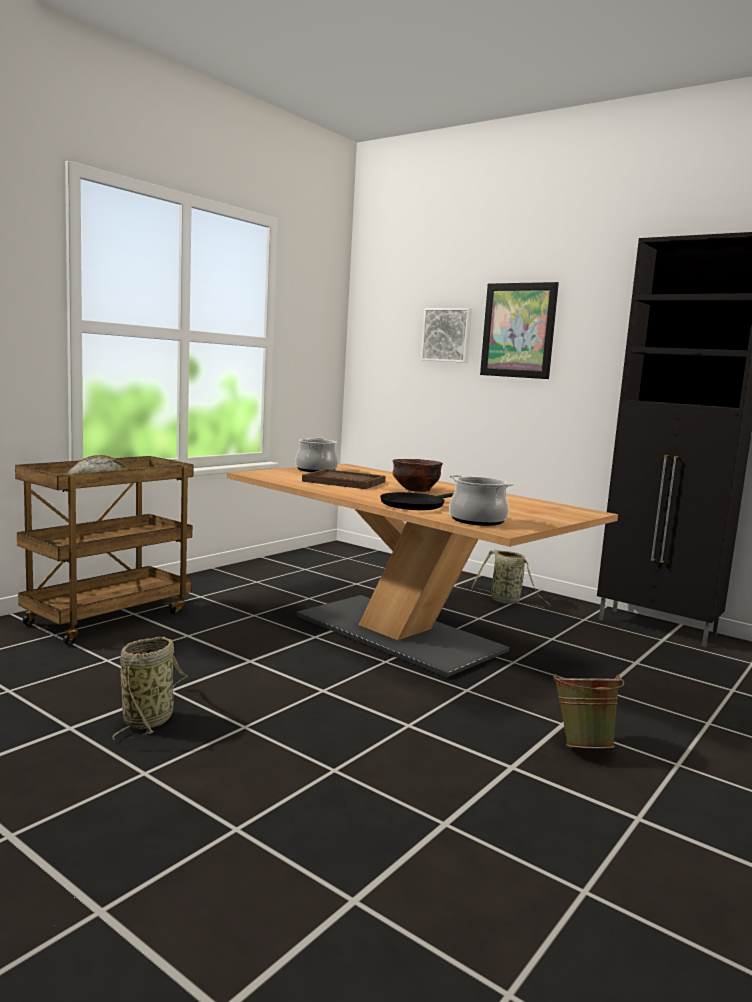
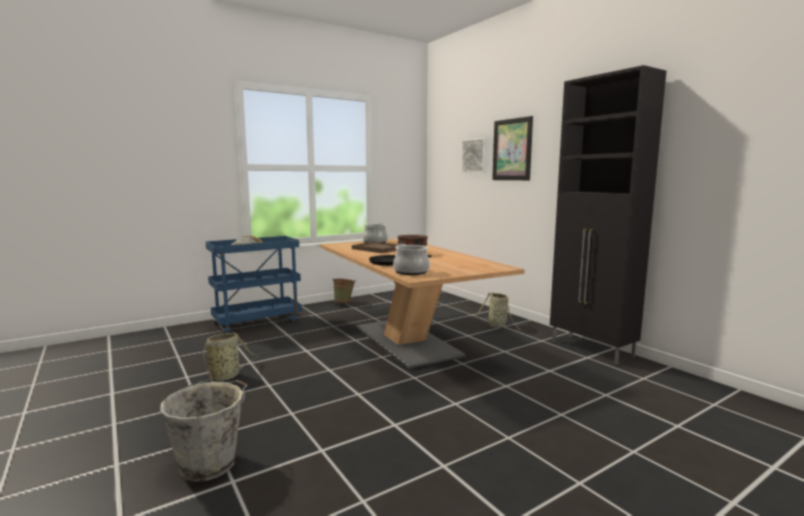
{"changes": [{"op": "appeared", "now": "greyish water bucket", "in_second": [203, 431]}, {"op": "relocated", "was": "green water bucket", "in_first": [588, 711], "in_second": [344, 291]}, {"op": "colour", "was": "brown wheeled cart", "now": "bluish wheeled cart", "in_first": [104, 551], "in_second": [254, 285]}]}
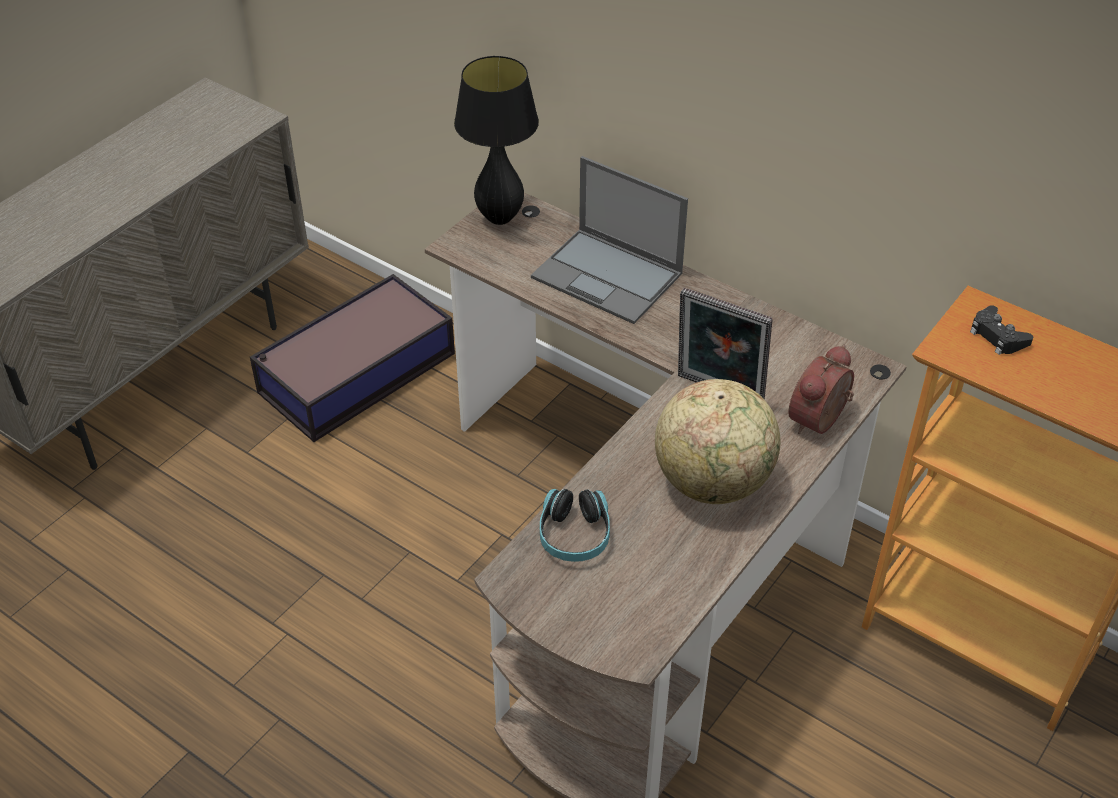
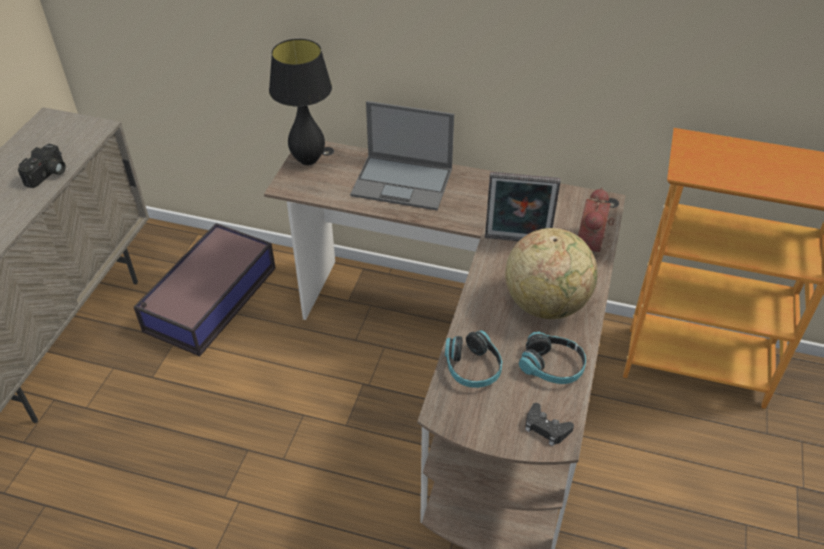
{"changes": [{"op": "appeared", "now": "photo camera", "in_second": [42, 166]}, {"op": "appeared", "now": "pair of headphones", "in_second": [552, 358]}, {"op": "relocated", "was": "blackish gamepad", "in_first": [1001, 330], "in_second": [549, 424]}]}
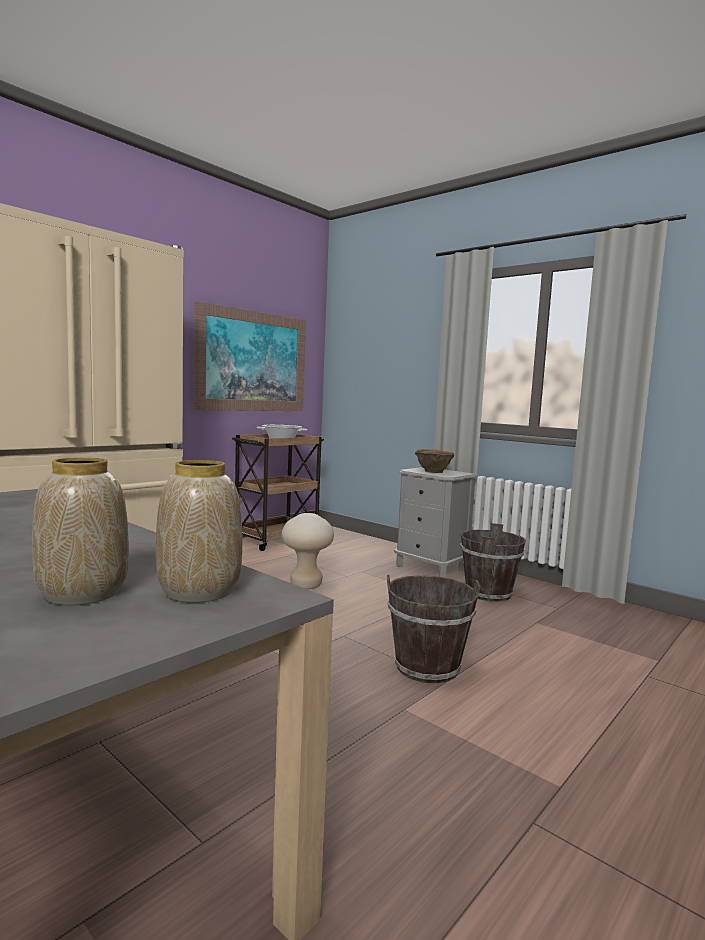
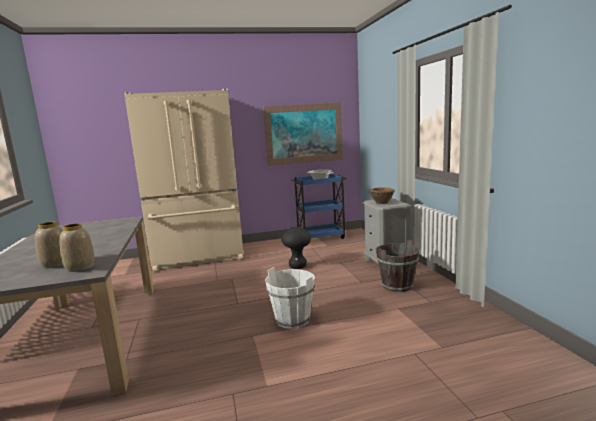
{"changes": [{"op": "colour", "was": "brown wheeled cart", "now": "bluish wheeled cart", "in_first": [278, 492], "in_second": [318, 206]}, {"op": "colour", "was": "sand-coloured stool", "now": "blackish stool", "in_first": [308, 551], "in_second": [296, 248]}, {"op": "colour", "was": "brown water bucket", "now": "white water bucket", "in_first": [434, 629], "in_second": [290, 298]}]}
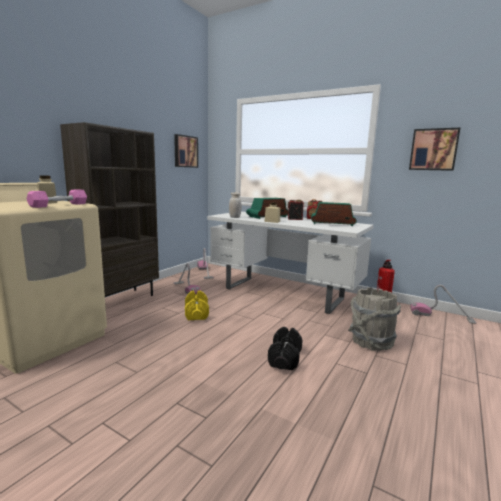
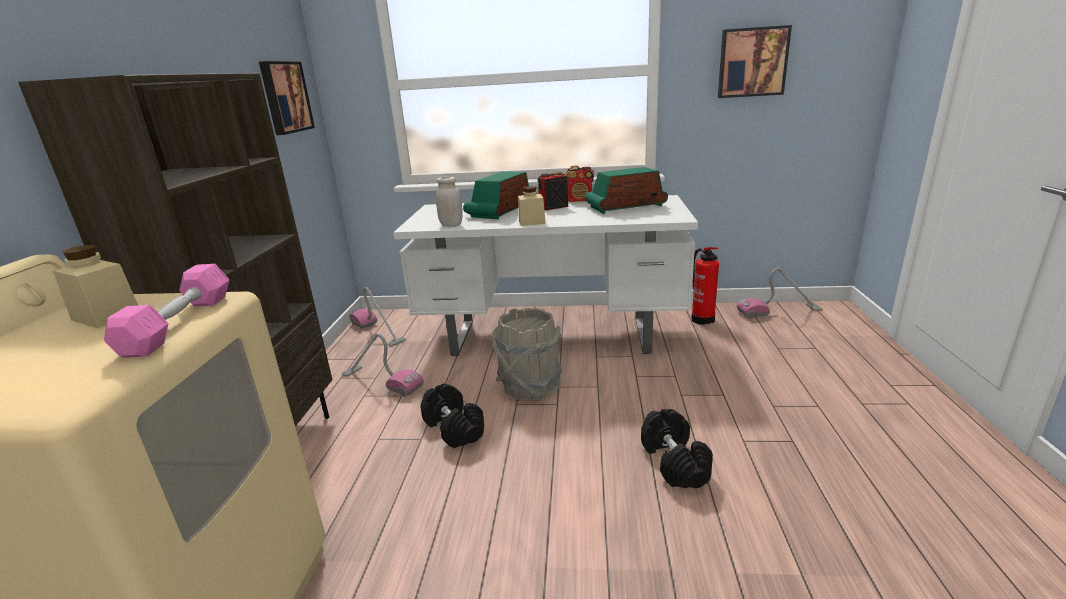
{"changes": [{"op": "relocated", "was": "greyish water bucket", "in_first": [374, 319], "in_second": [527, 354]}, {"op": "colour", "was": "yellow hand weight", "now": "blackish hand weight", "in_first": [197, 305], "in_second": [452, 415]}]}
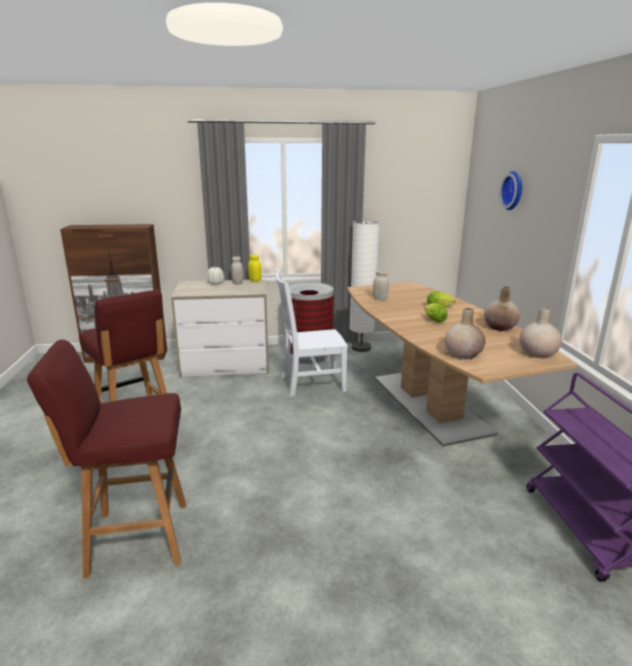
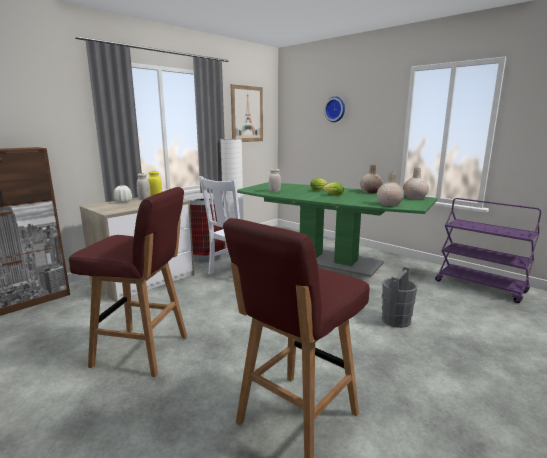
{"changes": [{"op": "appeared", "now": "wall picture", "in_second": [247, 113]}, {"op": "appeared", "now": "greyish water bucket", "in_second": [400, 297]}, {"op": "colour", "was": "brown dinner table", "now": "green dinner table", "in_first": [462, 364], "in_second": [337, 230]}]}
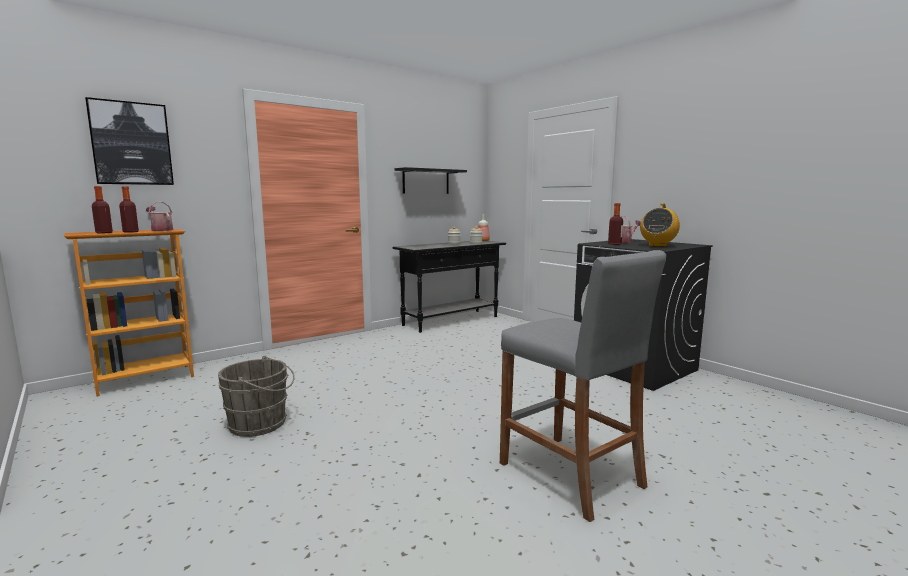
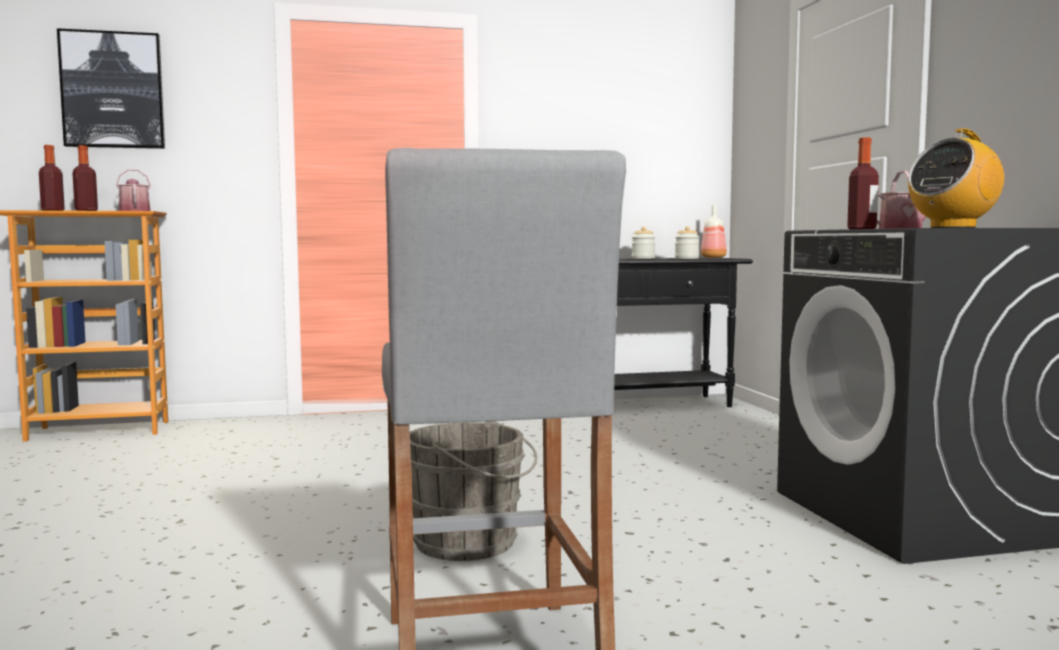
{"changes": [{"op": "missing", "was": "blackish shelf", "in_first": [431, 180]}, {"op": "relocated", "was": "greyish water bucket", "in_first": [256, 396], "in_second": [473, 491]}]}
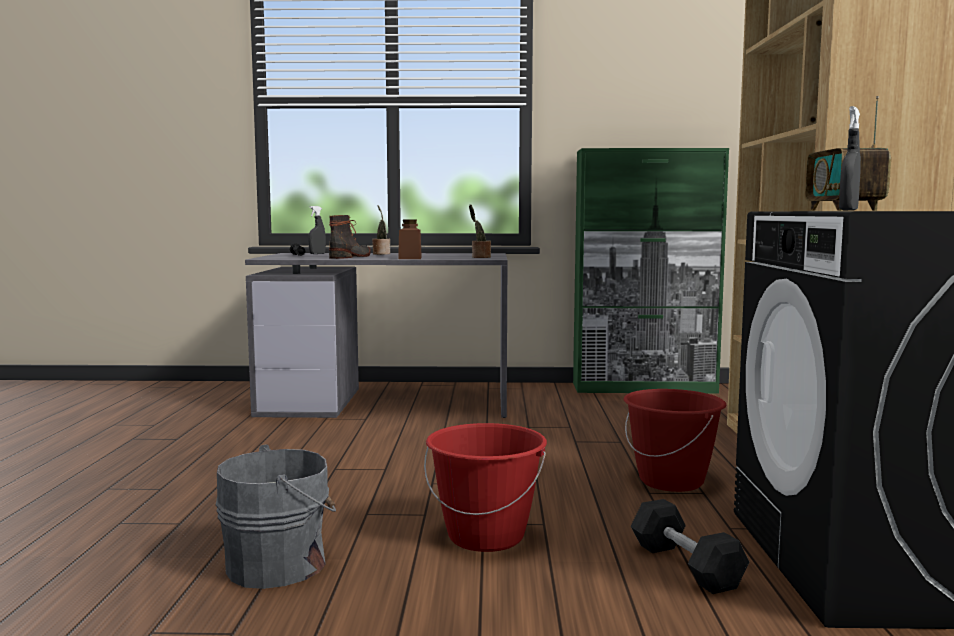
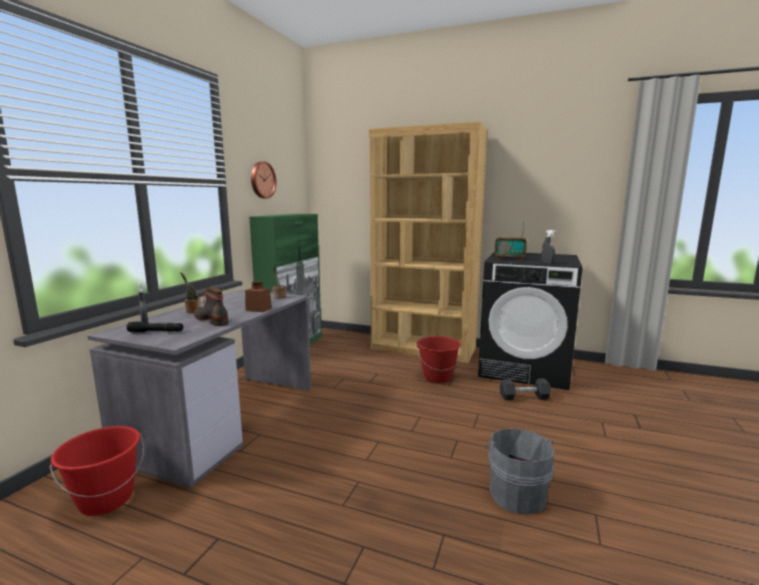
{"changes": [{"op": "appeared", "now": "hanging clock", "in_second": [263, 180]}, {"op": "relocated", "was": "reddish water bucket", "in_first": [485, 487], "in_second": [97, 471]}]}
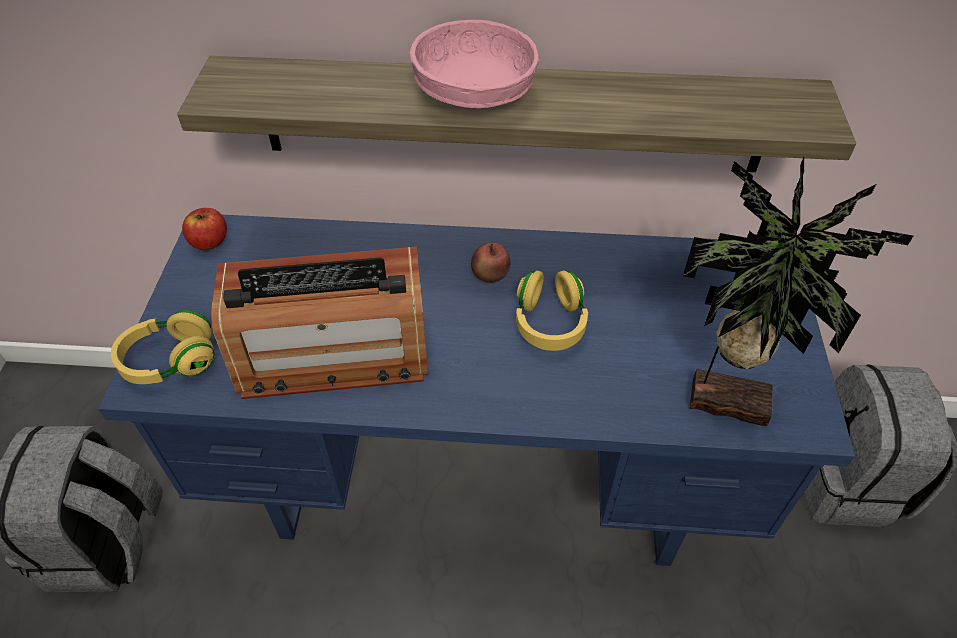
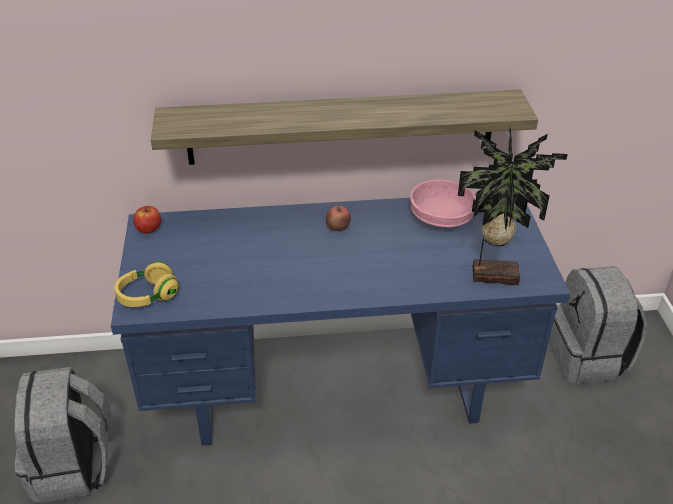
{"changes": [{"op": "missing", "was": "radio receiver", "in_first": [319, 323]}, {"op": "missing", "was": "yellow pair of headphones", "in_first": [552, 311]}, {"op": "relocated", "was": "pink deep dish", "in_first": [474, 64], "in_second": [443, 203]}]}
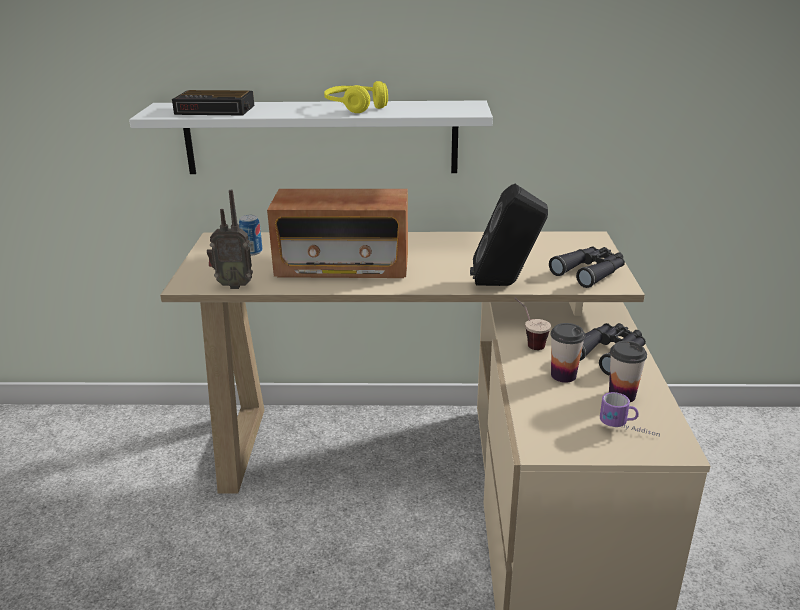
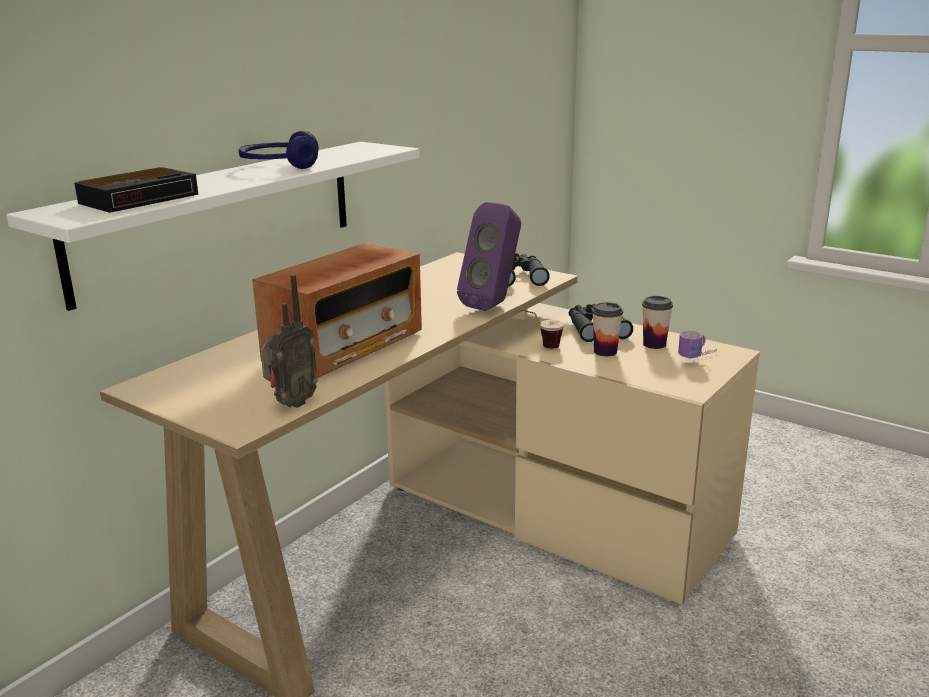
{"changes": [{"op": "missing", "was": "can", "in_first": [251, 235]}, {"op": "colour", "was": "yellow pair of headphones", "now": "bluish pair of headphones", "in_first": [356, 97], "in_second": [279, 150]}, {"op": "colour", "was": "blackish audio speaker", "now": "purplish audio speaker", "in_first": [509, 235], "in_second": [489, 256]}]}
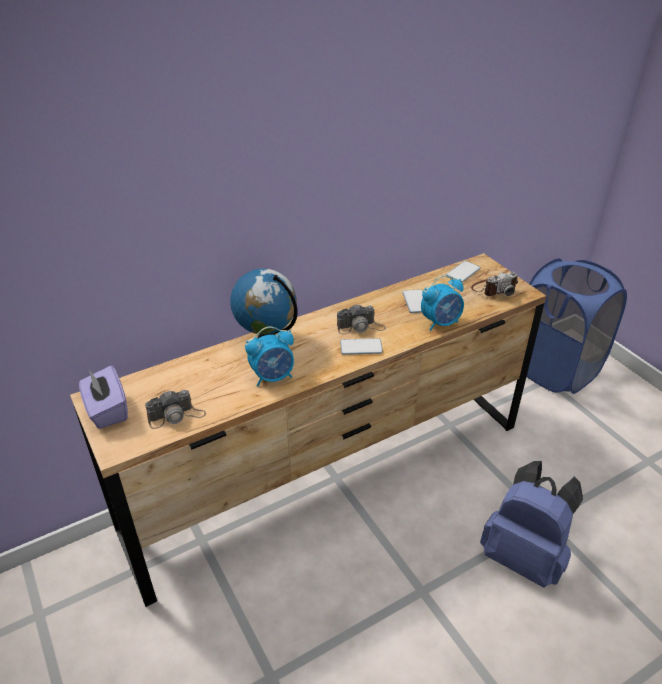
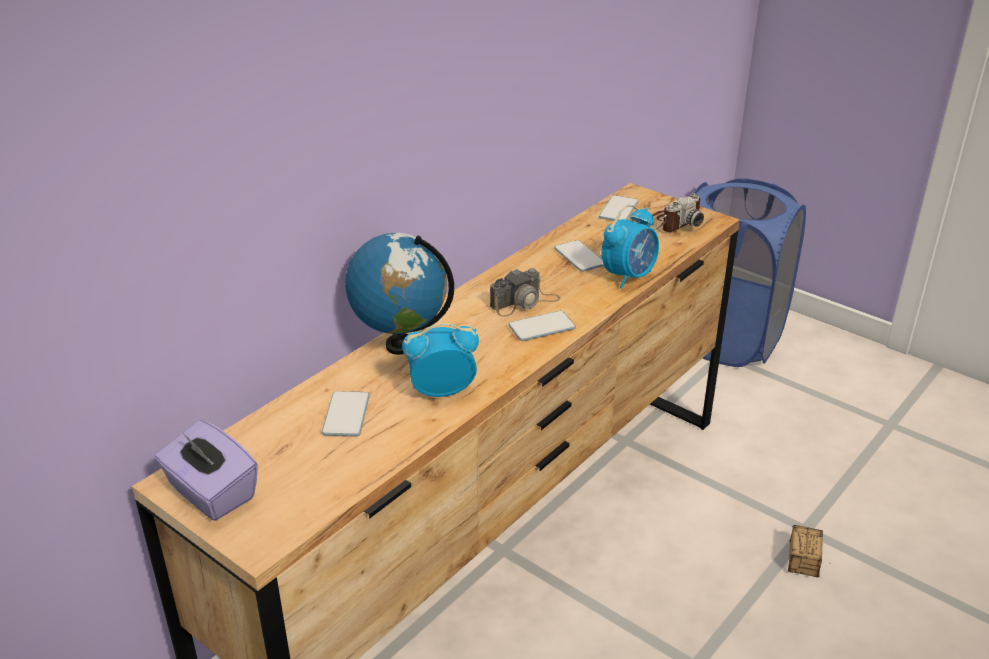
{"changes": [{"op": "missing", "was": "photo camera", "in_first": [175, 409]}, {"op": "appeared", "now": "telephone", "in_second": [346, 414]}, {"op": "exchanged", "was": "bluish backpack", "now": "storage container", "in_first": [531, 524], "in_second": [809, 551]}, {"op": "spun", "was": "alarm clock", "in_first": [269, 357], "in_second": [440, 359], "clockwise": -150}]}
